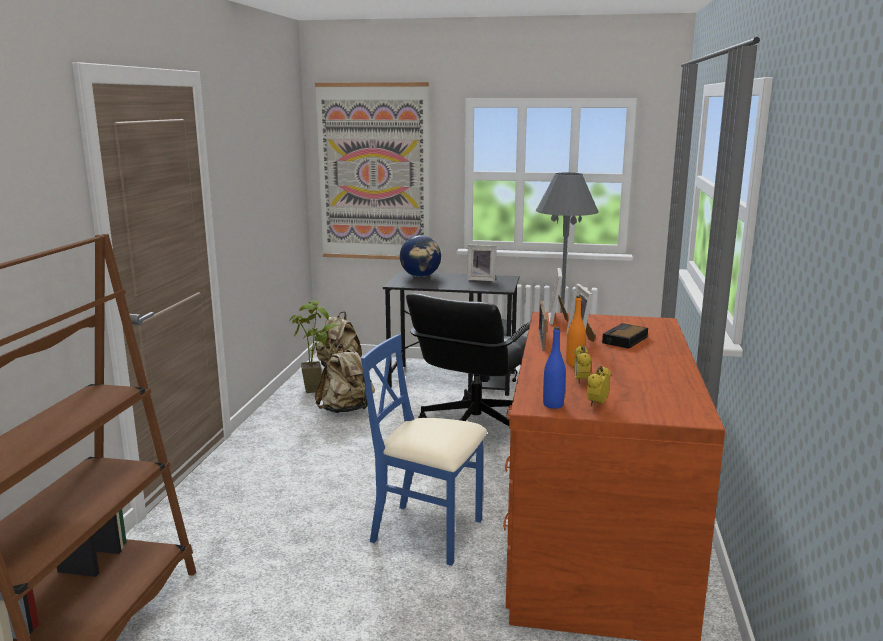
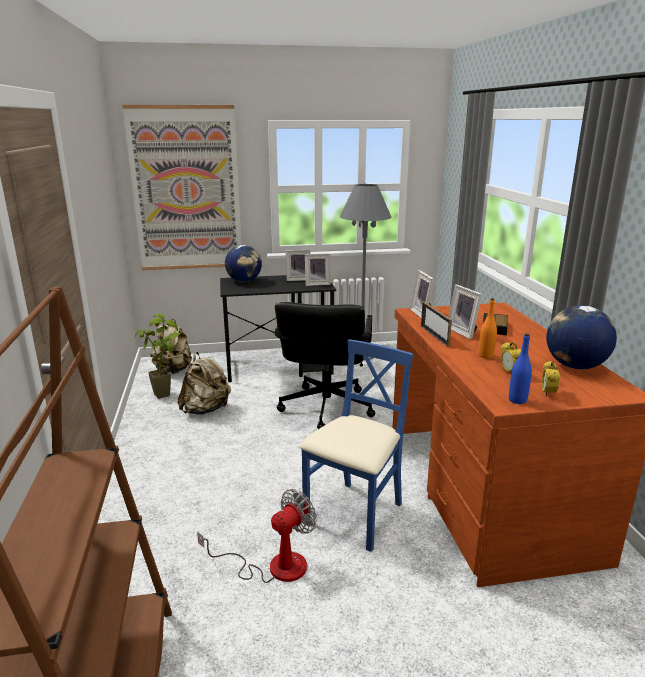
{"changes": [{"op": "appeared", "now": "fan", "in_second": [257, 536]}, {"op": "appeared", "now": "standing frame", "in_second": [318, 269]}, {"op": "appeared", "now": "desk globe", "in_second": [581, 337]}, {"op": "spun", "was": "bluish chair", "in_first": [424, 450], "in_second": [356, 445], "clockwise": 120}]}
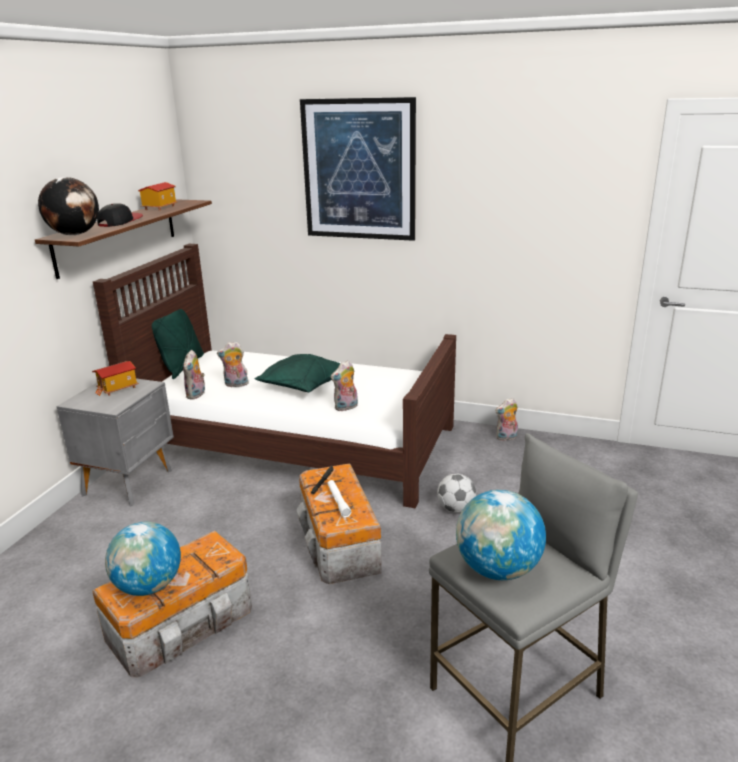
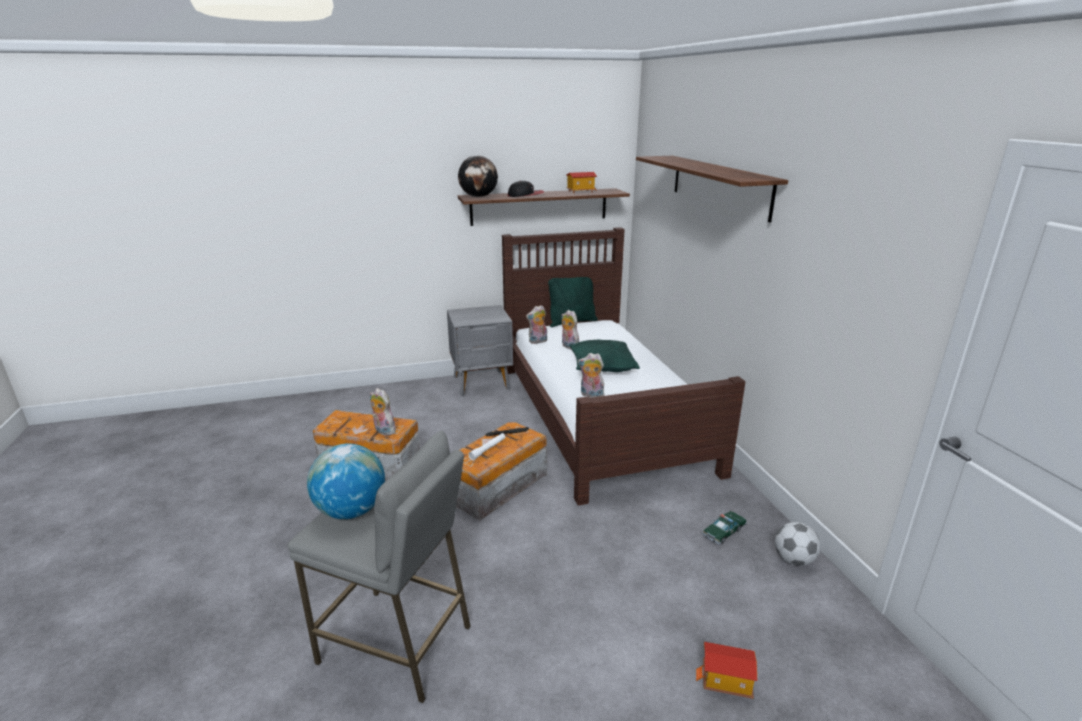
{"changes": [{"op": "missing", "was": "desk globe", "in_first": [143, 559]}, {"op": "appeared", "now": "miniature car", "in_second": [724, 528]}, {"op": "relocated", "was": "toy house", "in_first": [115, 378], "in_second": [726, 670]}, {"op": "relocated", "was": "football", "in_first": [456, 493], "in_second": [797, 544]}, {"op": "relocated", "was": "cuddly toy", "in_first": [506, 419], "in_second": [383, 412]}, {"op": "exchanged", "was": "wall picture", "now": "shelf", "in_first": [358, 169], "in_second": [712, 189]}]}
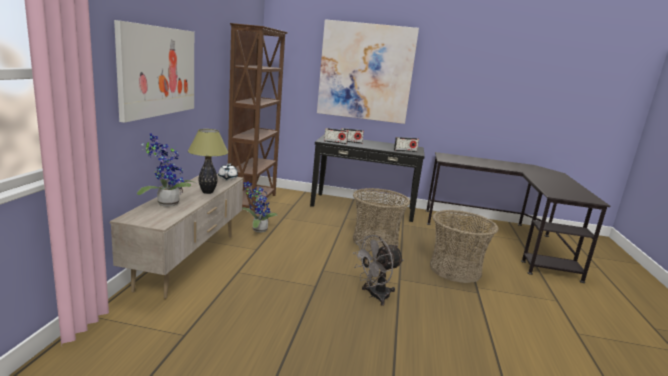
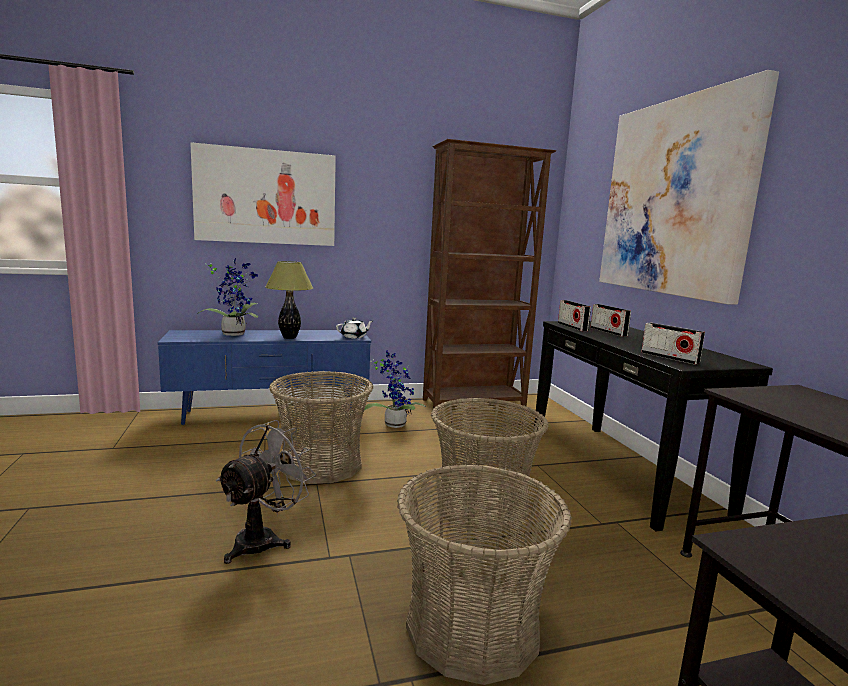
{"changes": [{"op": "appeared", "now": "storage basket", "in_second": [321, 427]}, {"op": "colour", "was": "sand-coloured media console", "now": "bluish media console", "in_first": [177, 236], "in_second": [264, 377]}, {"op": "spun", "was": "greyish fan", "in_first": [378, 270], "in_second": [266, 492], "clockwise": 90}]}
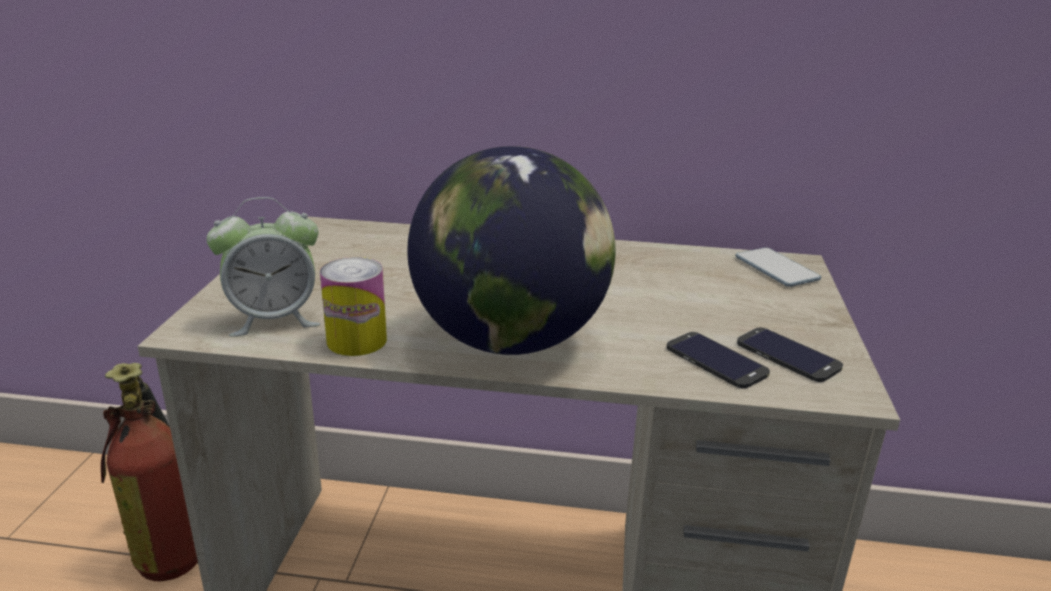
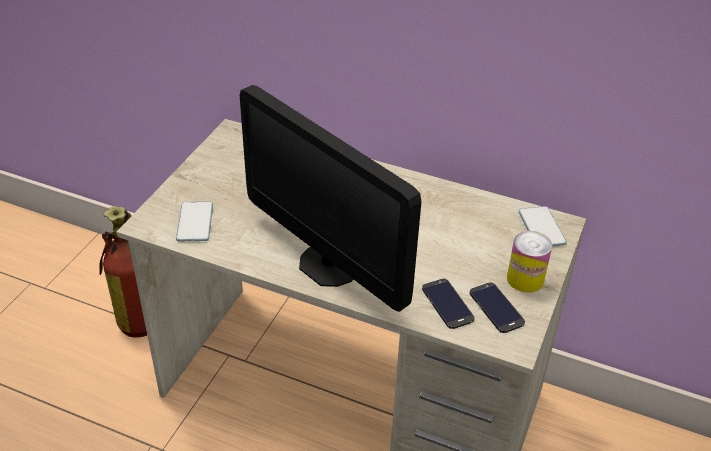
{"changes": [{"op": "relocated", "was": "can", "in_first": [353, 306], "in_second": [529, 262]}, {"op": "exchanged", "was": "alarm clock", "now": "telephone", "in_first": [263, 266], "in_second": [194, 221]}, {"op": "exchanged", "was": "desk globe", "now": "computer screen", "in_first": [511, 250], "in_second": [331, 198]}]}
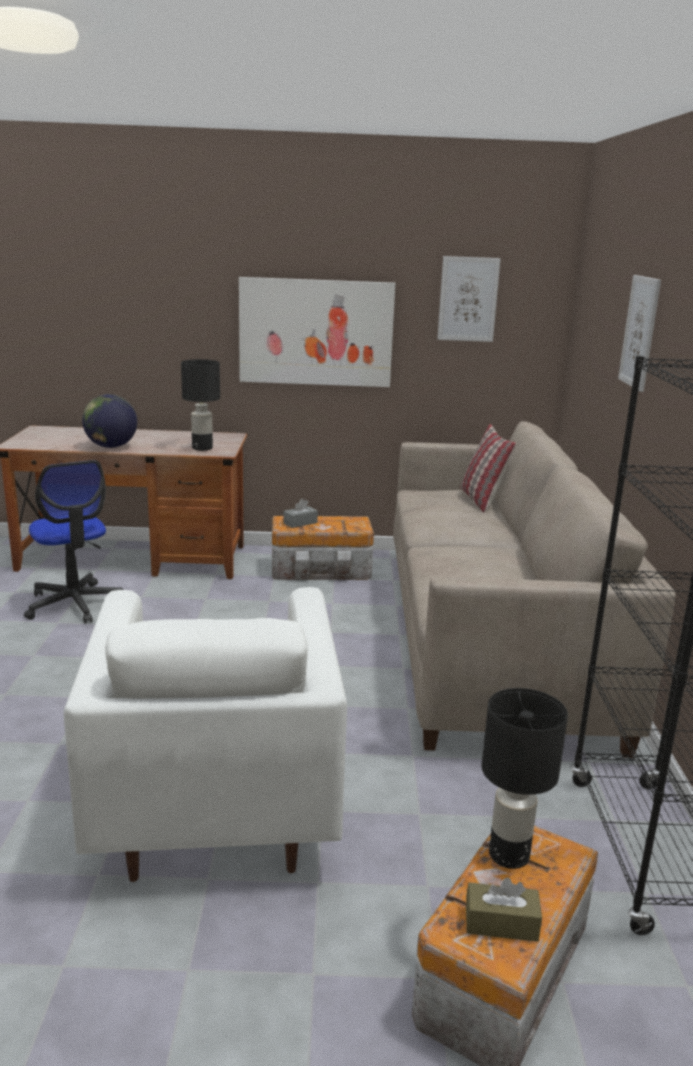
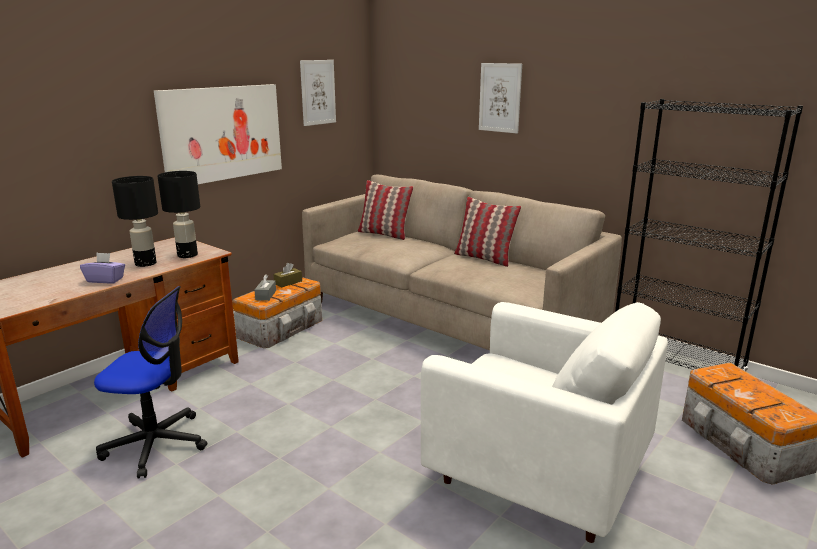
{"changes": [{"op": "appeared", "now": "pillow", "in_second": [487, 232]}, {"op": "relocated", "was": "brown box of tissues", "in_first": [504, 909], "in_second": [287, 275]}, {"op": "relocated", "was": "blackish table lamp", "in_first": [524, 778], "in_second": [135, 221]}, {"op": "exchanged", "was": "desk globe", "now": "purplish box of tissues", "in_first": [109, 421], "in_second": [102, 268]}]}
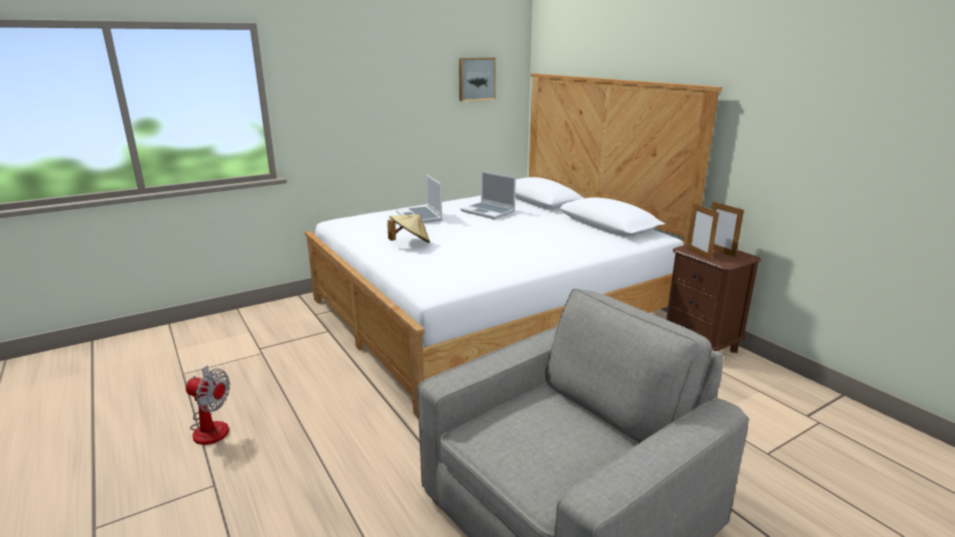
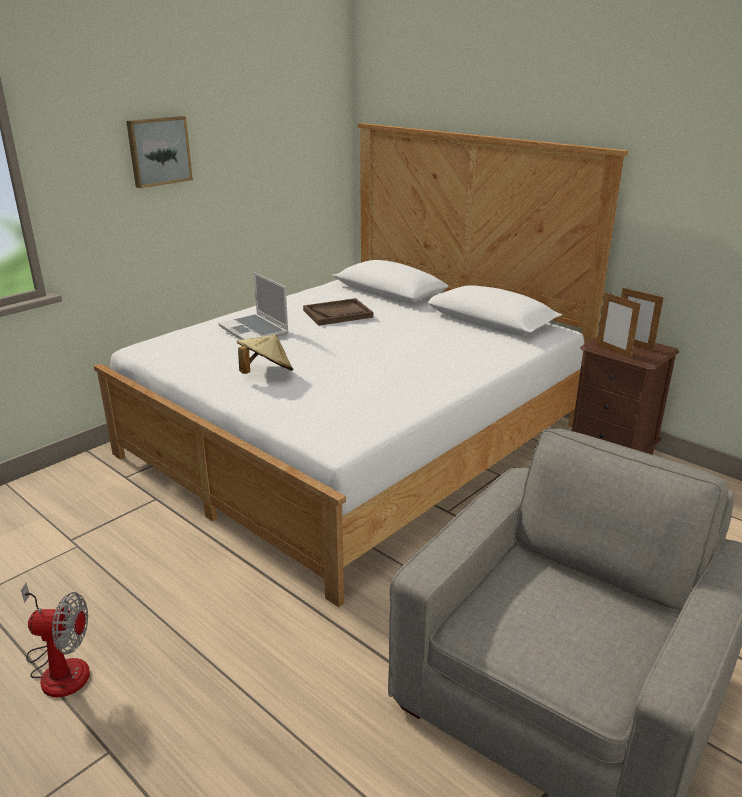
{"changes": [{"op": "relocated", "was": "wall picture", "in_first": [477, 80], "in_second": [159, 152]}, {"op": "exchanged", "was": "portable computer", "now": "brown serving tray", "in_first": [488, 195], "in_second": [338, 312]}]}
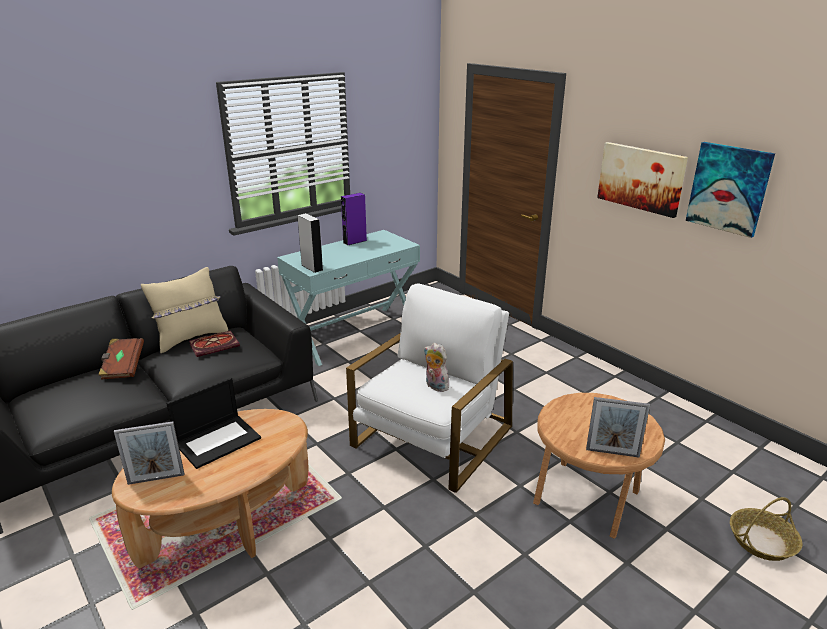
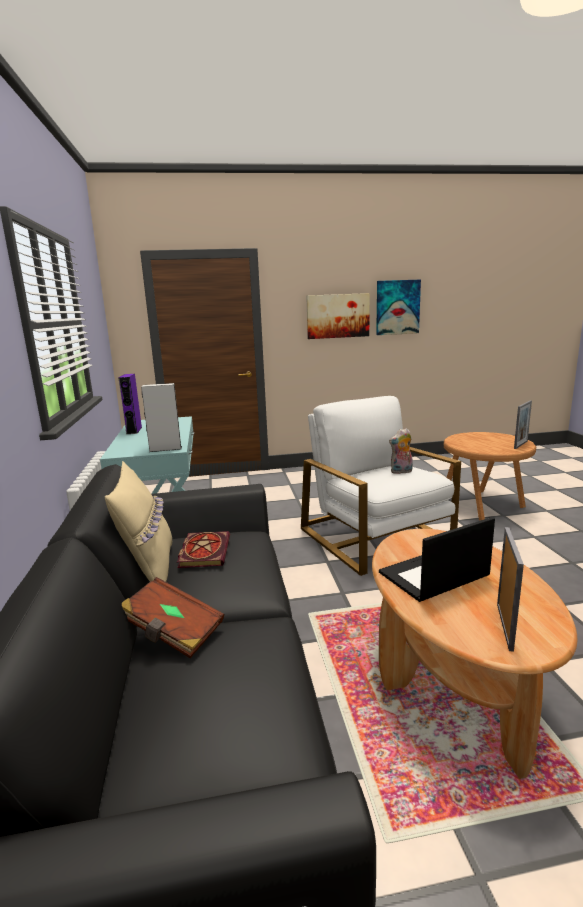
{"changes": [{"op": "missing", "was": "storage basket", "in_first": [766, 529]}, {"op": "spun", "was": "portable computer", "in_first": [213, 423], "in_second": [437, 559], "clockwise": -105}]}
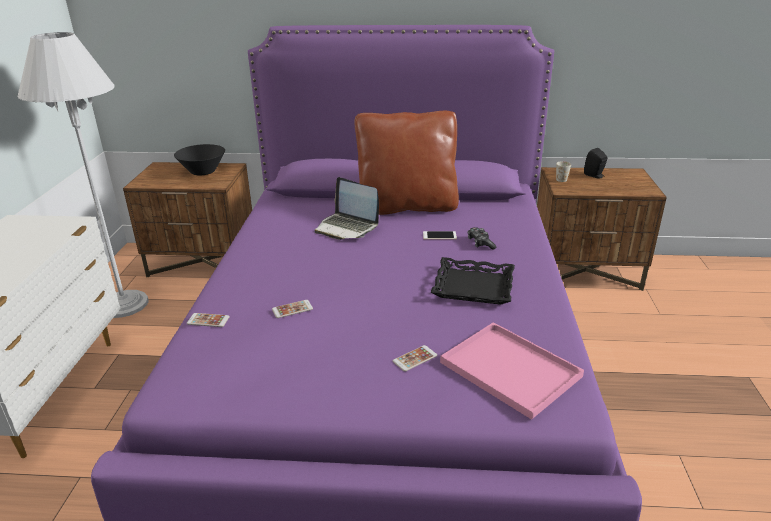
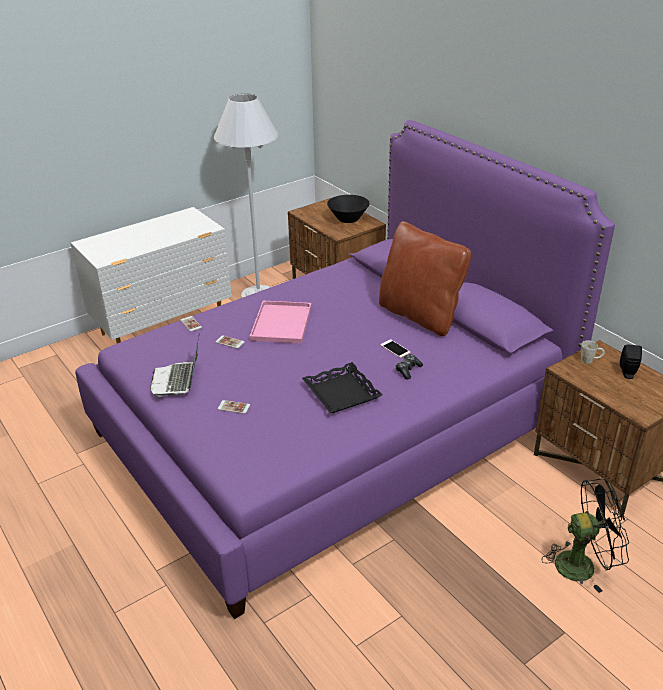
{"changes": [{"op": "appeared", "now": "blackish fan", "in_second": [585, 535]}, {"op": "relocated", "was": "portable computer", "in_first": [347, 208], "in_second": [174, 367]}, {"op": "relocated", "was": "pink serving tray", "in_first": [512, 371], "in_second": [281, 322]}]}
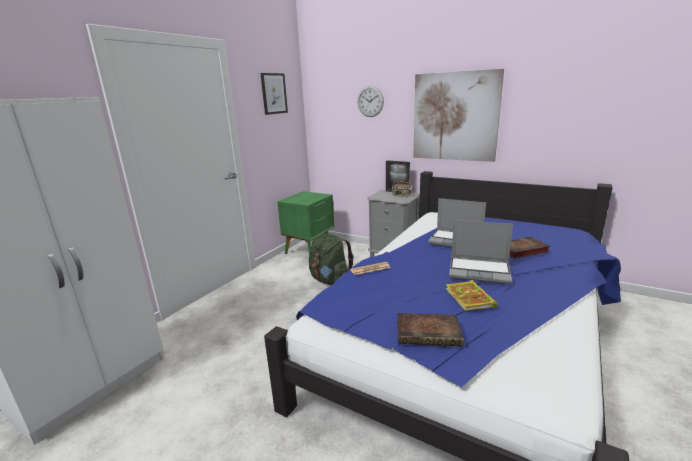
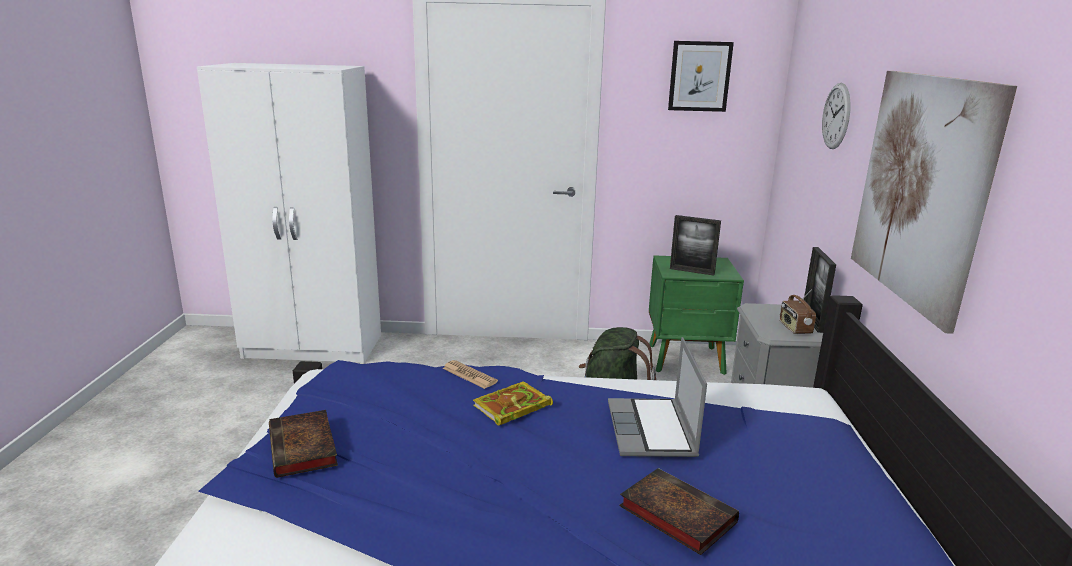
{"changes": [{"op": "missing", "was": "portable computer", "in_first": [481, 252]}, {"op": "appeared", "now": "standing frame", "in_second": [695, 245]}, {"op": "relocated", "was": "book", "in_first": [472, 295], "in_second": [513, 403]}]}
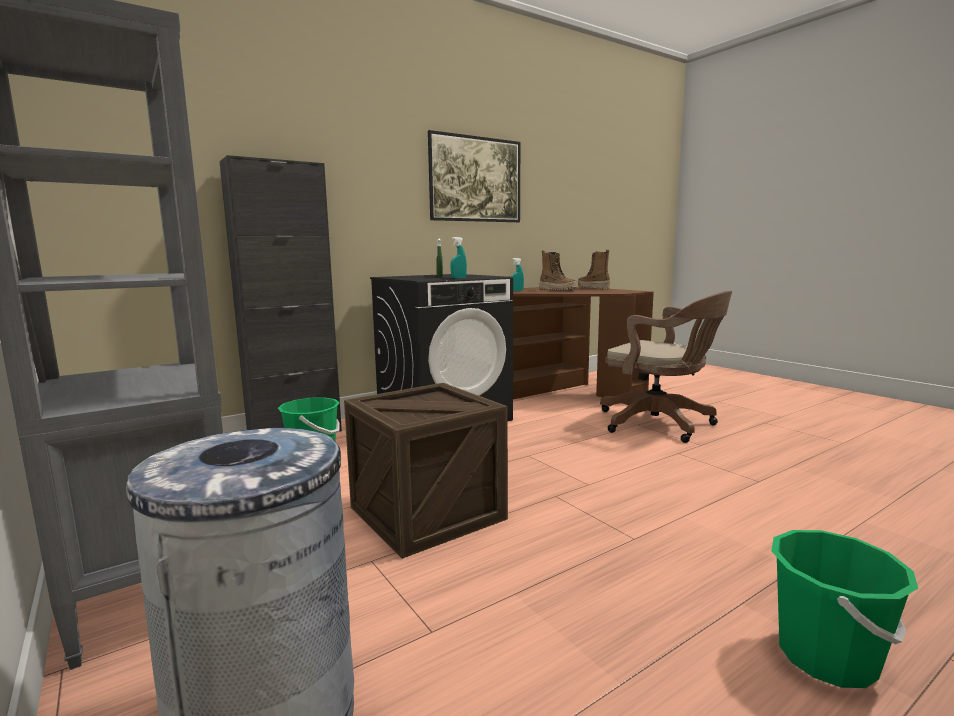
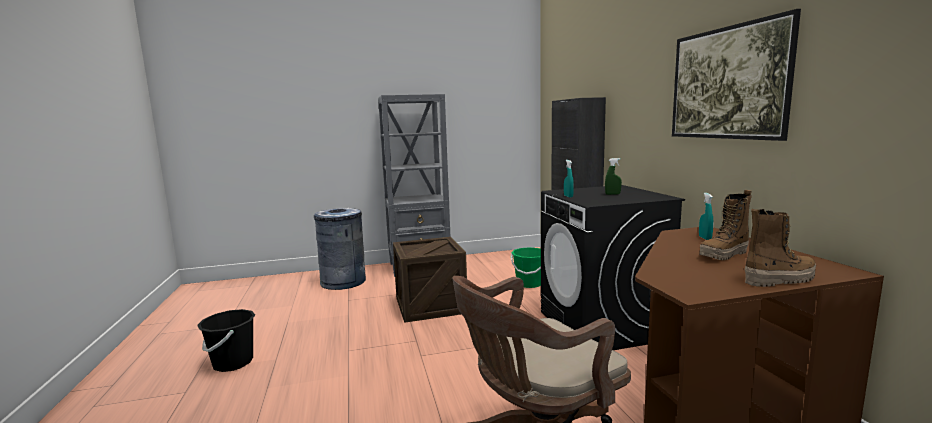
{"changes": [{"op": "colour", "was": "green water bucket", "now": "blackish water bucket", "in_first": [844, 609], "in_second": [226, 340]}]}
